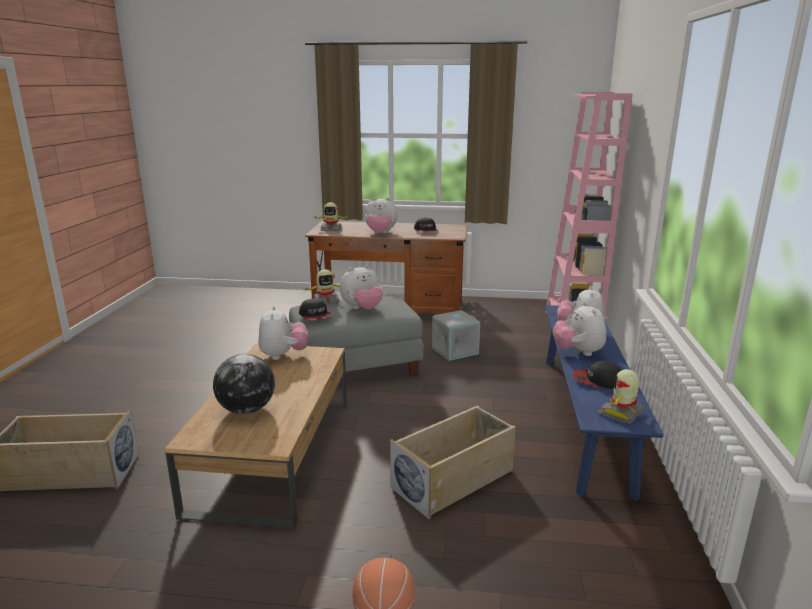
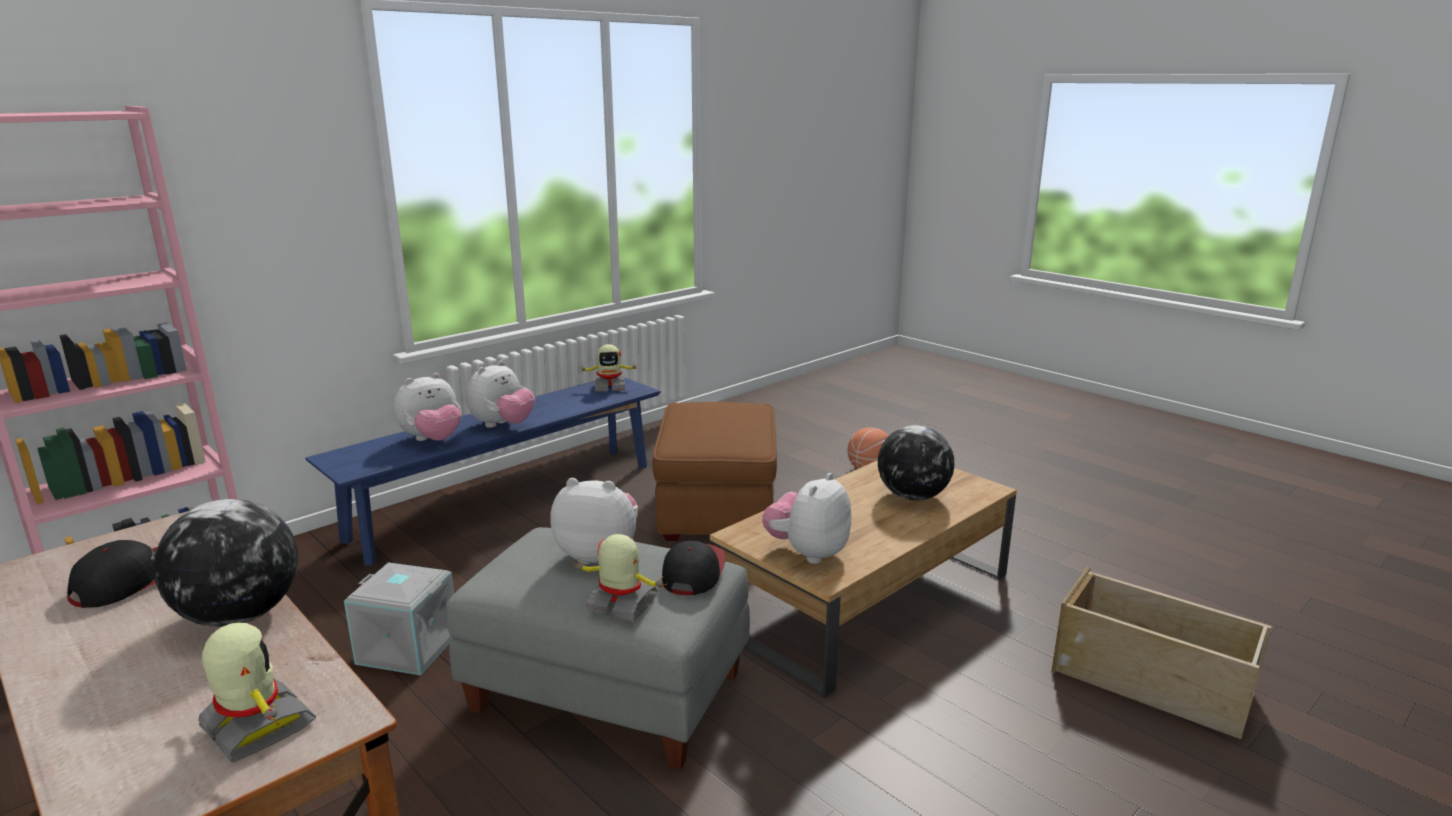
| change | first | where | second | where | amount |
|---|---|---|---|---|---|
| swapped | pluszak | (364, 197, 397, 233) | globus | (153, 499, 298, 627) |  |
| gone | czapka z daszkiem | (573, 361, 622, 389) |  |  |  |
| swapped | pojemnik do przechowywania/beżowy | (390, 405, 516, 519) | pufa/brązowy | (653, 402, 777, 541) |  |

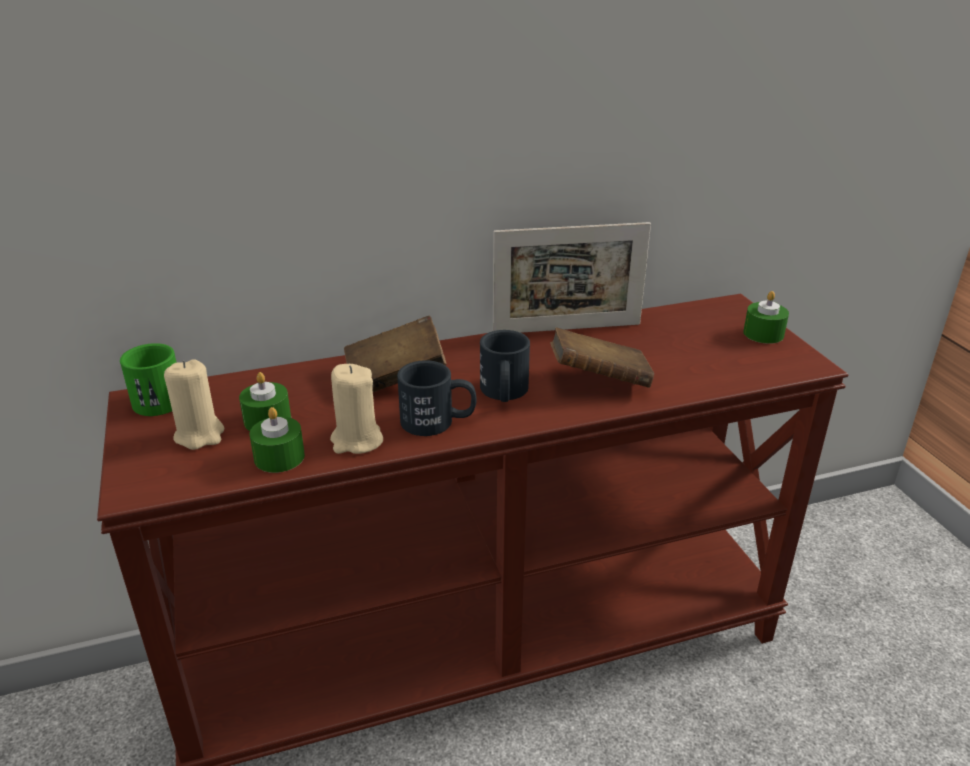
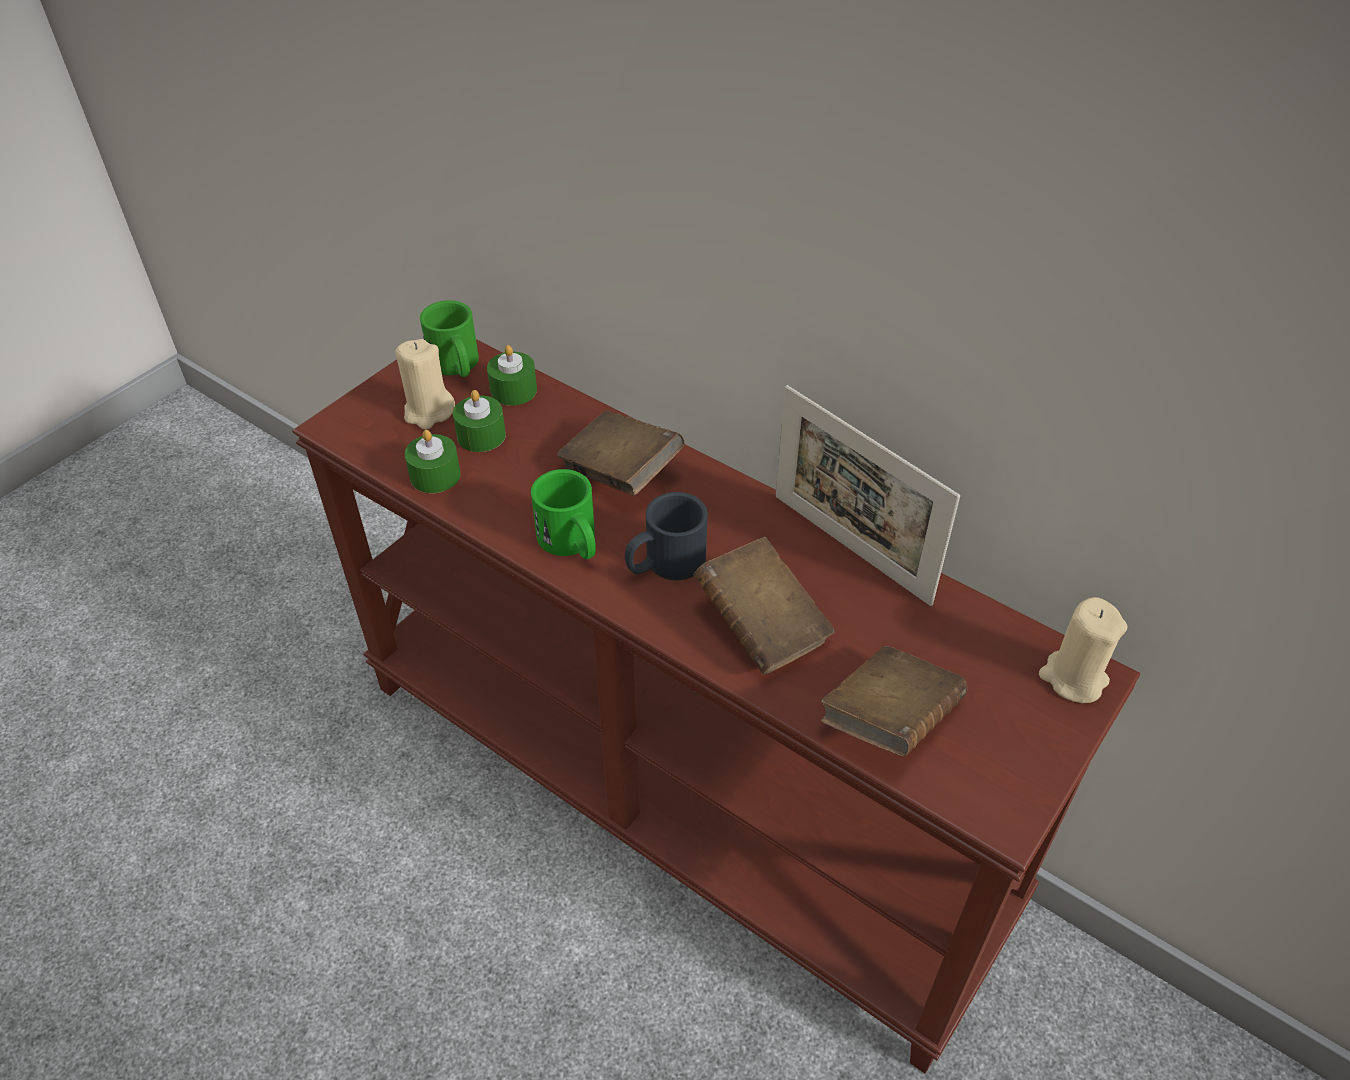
| change | first | where | second | where | amount |
|---|---|---|---|---|---|
| shifted | świeca/zielony | (743, 291, 789, 344) |  | (487, 345, 537, 406) |  |
| repainted | kubek/czarny | (397, 360, 476, 436) | kubek/zielony | (531, 469, 596, 559) |  |
| shifted | świeca/beżowy | (330, 364, 383, 454) |  | (1039, 597, 1128, 703) |  |
| new |  |  | książka/brązowy | (821, 646, 967, 756) |  |

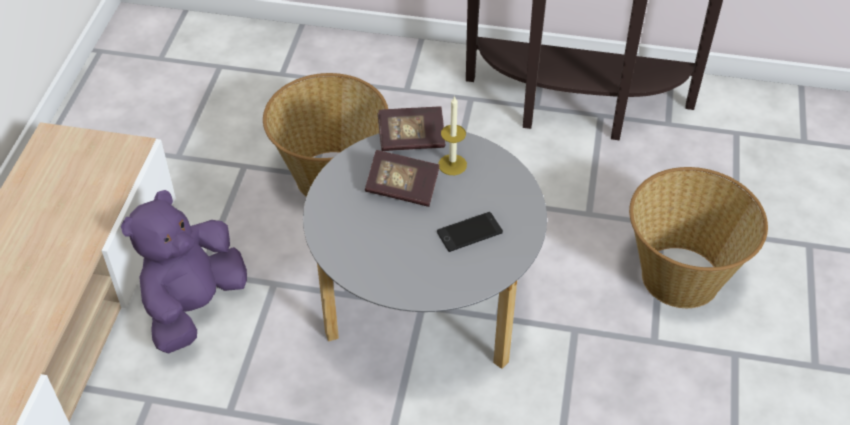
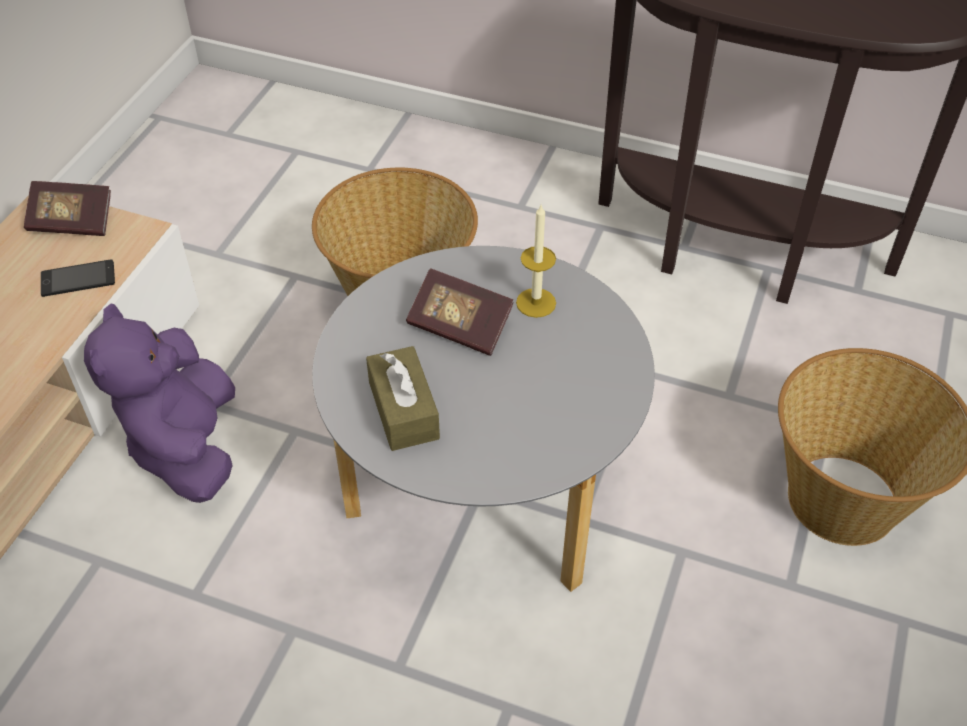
| change | first | where | second | where | amount |
|---|---|---|---|---|---|
| shifted | książka | (378, 106, 445, 151) |  | (24, 181, 111, 236) |  |
| rotated | pluszak/fioletowy | (121, 190, 247, 354) |  | (84, 304, 235, 503) | 45 degrees counterclockwise |
| shifted | telefon | (437, 212, 503, 252) |  | (41, 259, 115, 297) |  |
| new |  |  | pudełko chusteczek/brązowy | (366, 346, 440, 451) |  |

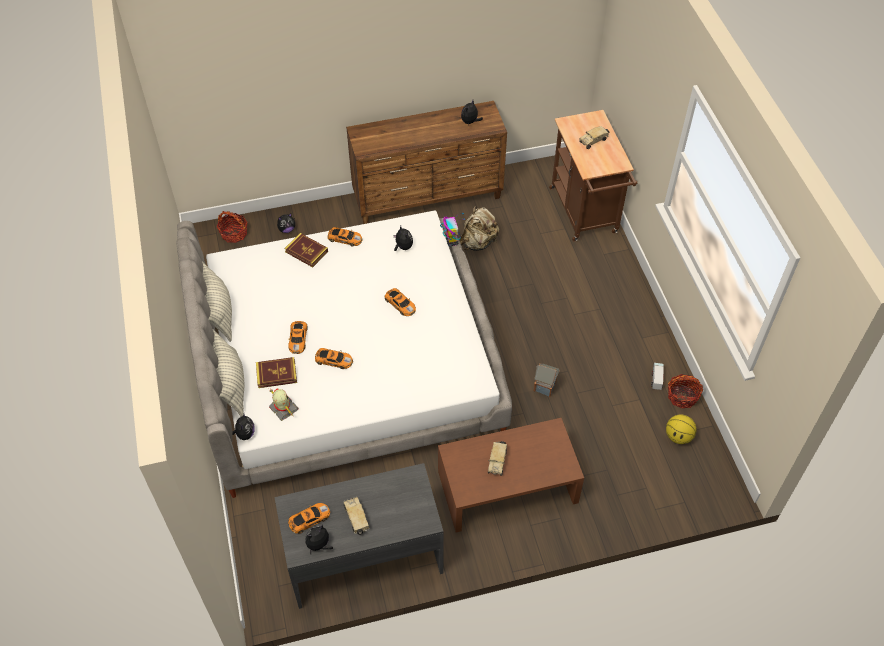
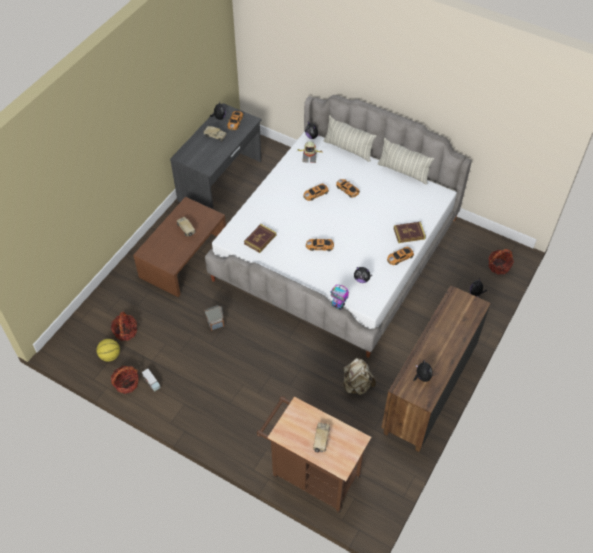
| change | first | where | second | where | amount |
|---|---|---|---|---|---|
| shifted | książka | (256, 357, 297, 388) |  | (244, 224, 276, 253) |  |
| new |  |  | koszyk | (111, 312, 137, 341) |  |

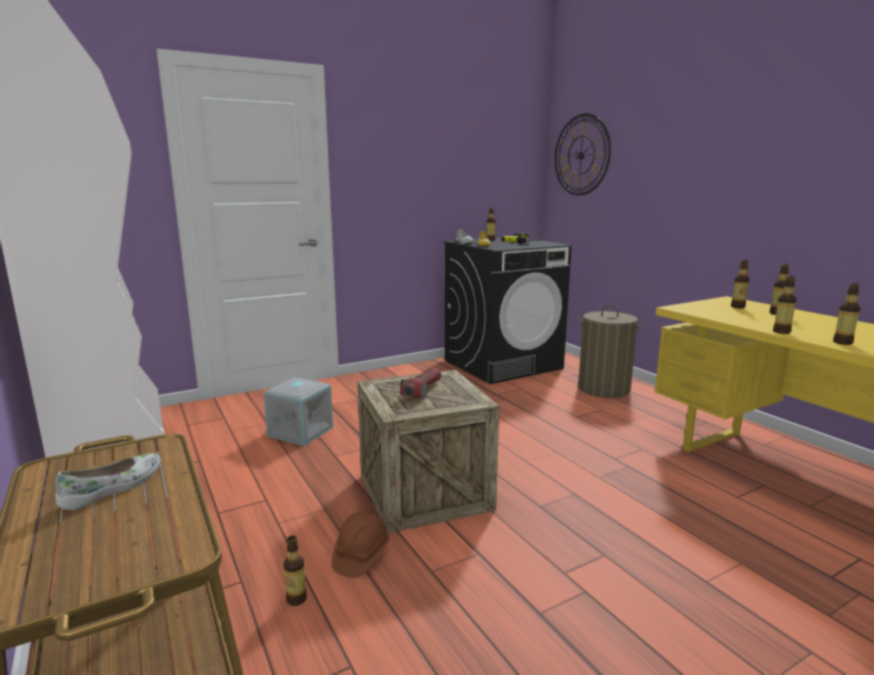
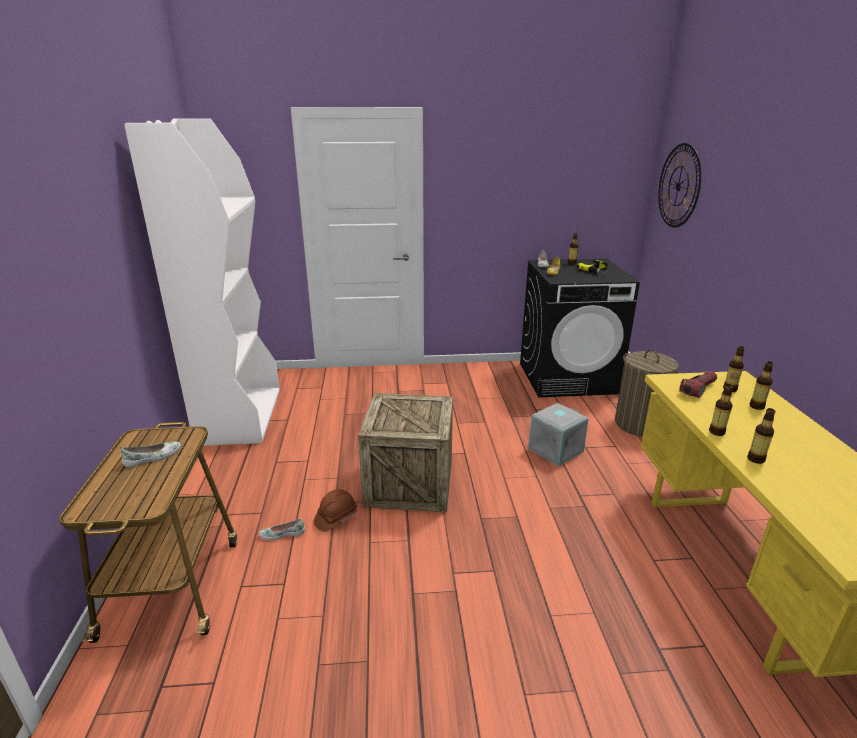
| change | first | where | second | where | amount |
|---|---|---|---|---|---|
| shifted | latarka | (400, 368, 442, 399) |  | (679, 371, 717, 398) |  |
| shifted | pojemnik do przechowywania/szary | (263, 378, 333, 446) |  | (528, 403, 589, 466) |  |
| swapped | butelka | (284, 536, 307, 606) | but/biały | (259, 519, 305, 540) |  |

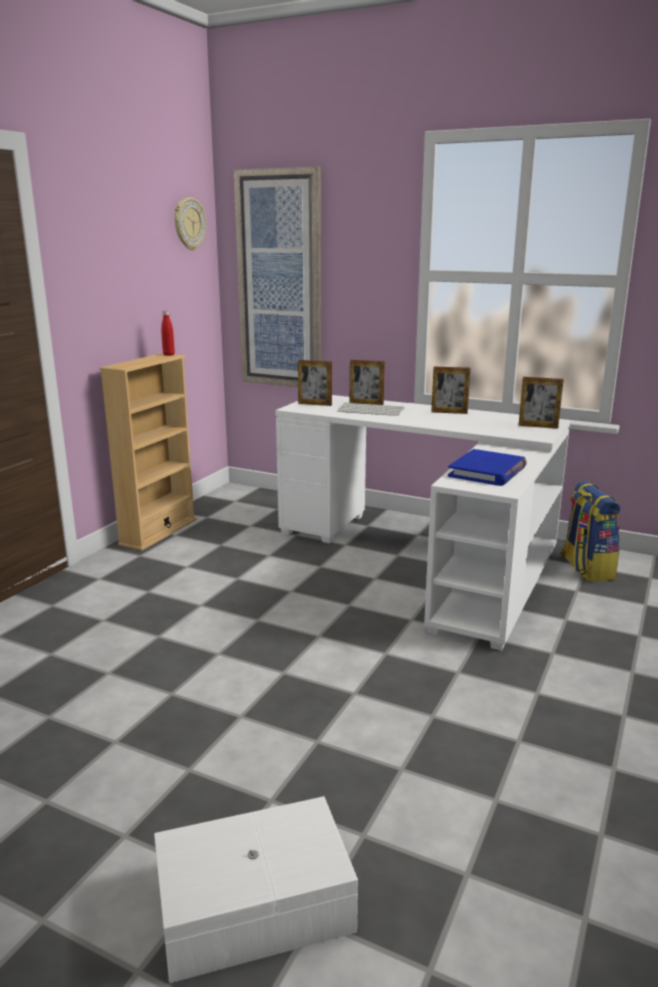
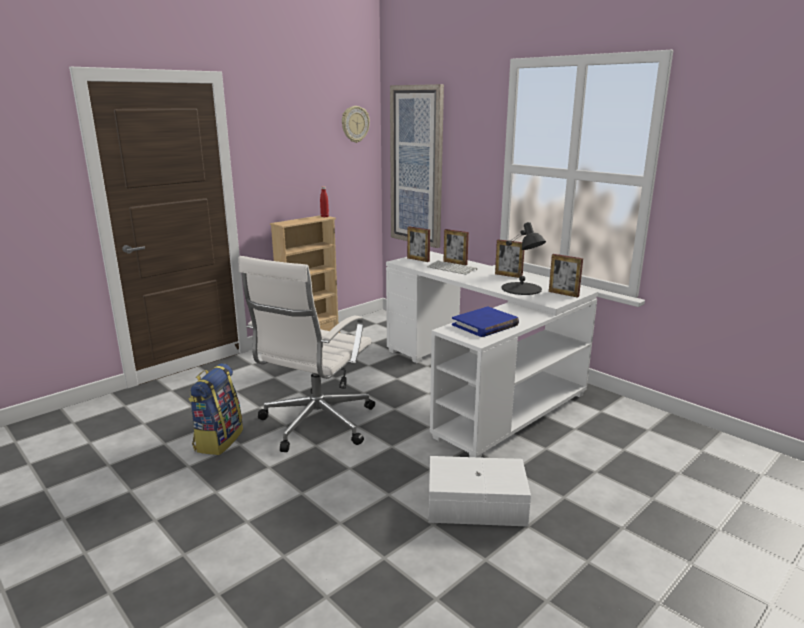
| change | first | where | second | where | amount |
|---|---|---|---|---|---|
| shifted | plecak | (560, 481, 621, 581) |  | (188, 363, 243, 455) |  |
| shifted | pojemnik do przechowywania/biały | (154, 796, 358, 983) |  | (429, 456, 531, 527) |  |
| new |  |  | lampa stołowa/czarny | (501, 222, 546, 295) |  |
| new |  |  | krzesło biurowe/biały | (238, 256, 375, 452) |  |

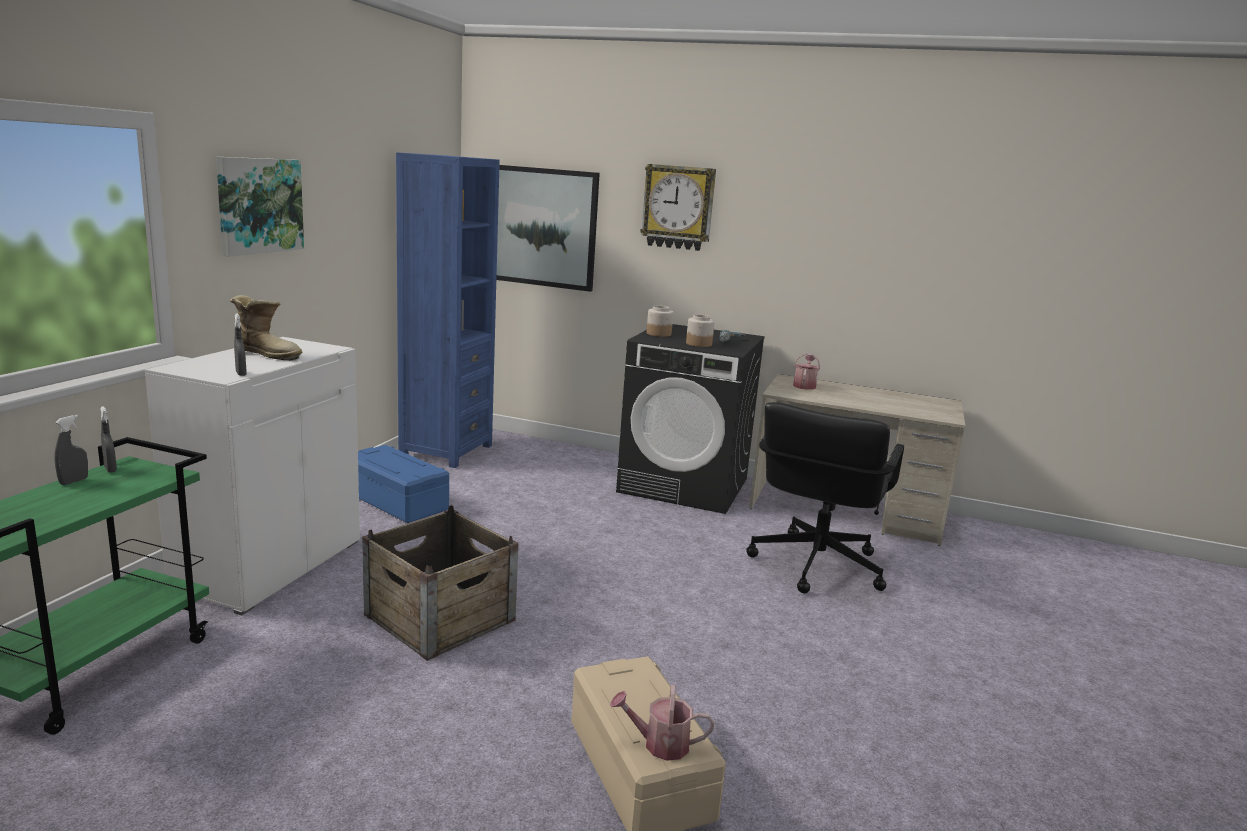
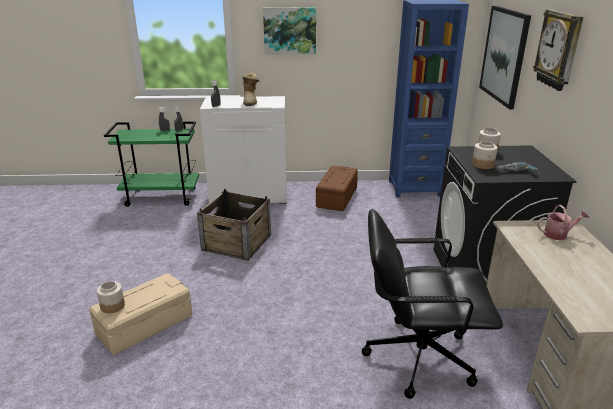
| change | first | where | second | where | amount |
|---|---|---|---|---|---|
| repainted | pojemnik do przechowywania/niebieski | (358, 445, 449, 523) | pojemnik do przechowywania/brązowy | (316, 166, 358, 211) |  |
| swapped | konewka | (610, 685, 714, 761) | słoik | (97, 281, 125, 313) |  |

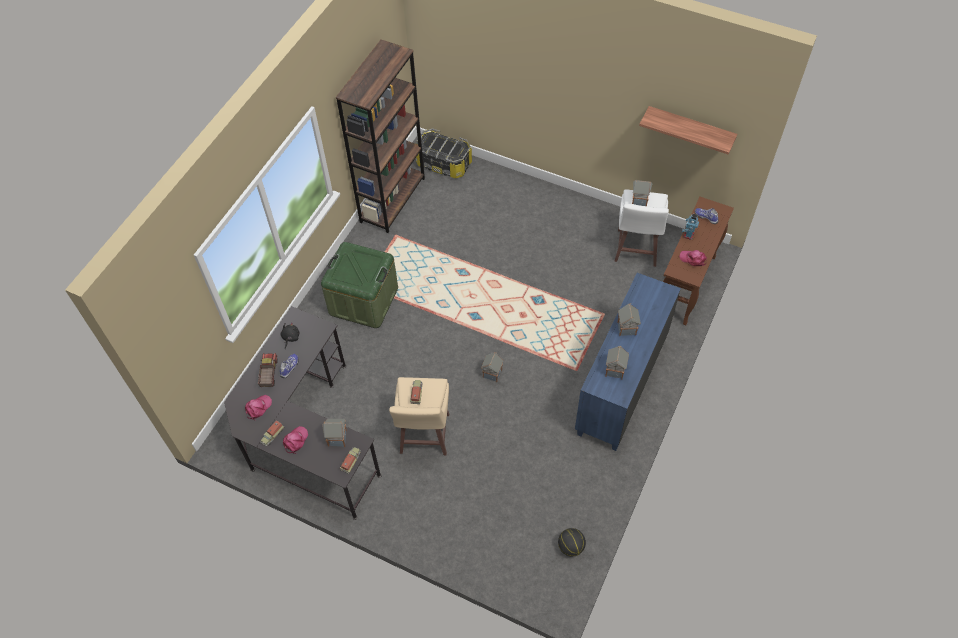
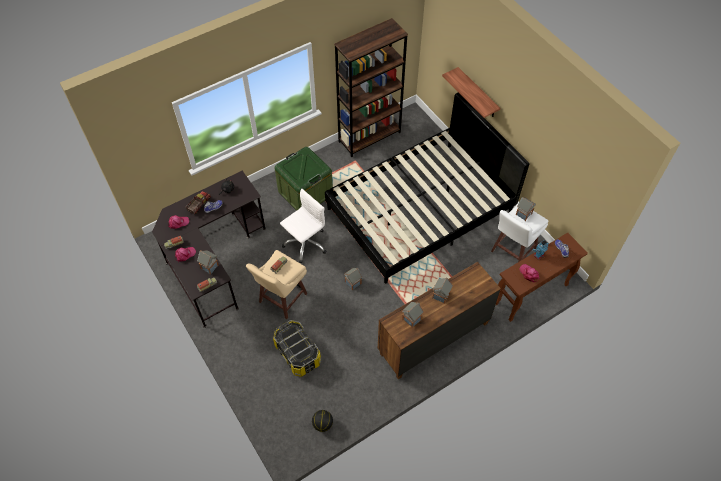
| change | first | where | second | where | amount |
|---|---|---|---|---|---|
| shifted | półka | (639, 106, 737, 155) |  | (442, 67, 500, 118) |  |
| shifted | pojemnik do przechowywania | (415, 128, 472, 178) |  | (273, 320, 321, 377) |  |
| repainted | komoda/niebieski | (575, 273, 681, 451) | komoda/brązowy | (378, 262, 501, 379) |  |
| new |  |  | łóżko/czarny | (325, 93, 530, 283) |  |
| new |  |  | krzesło biurowe/biały | (280, 189, 327, 263) |  |

